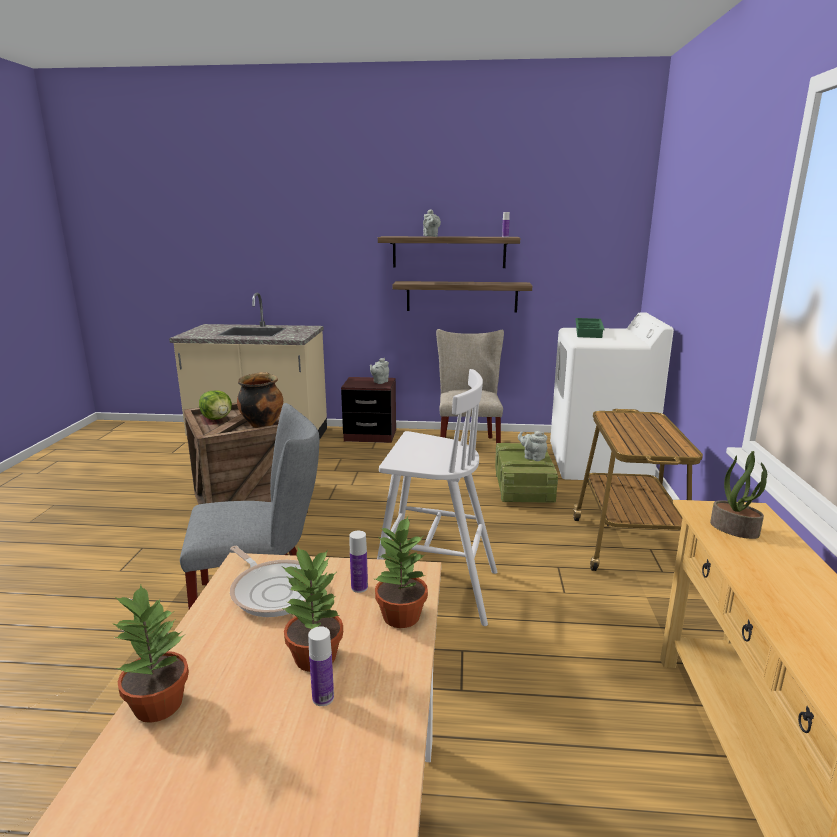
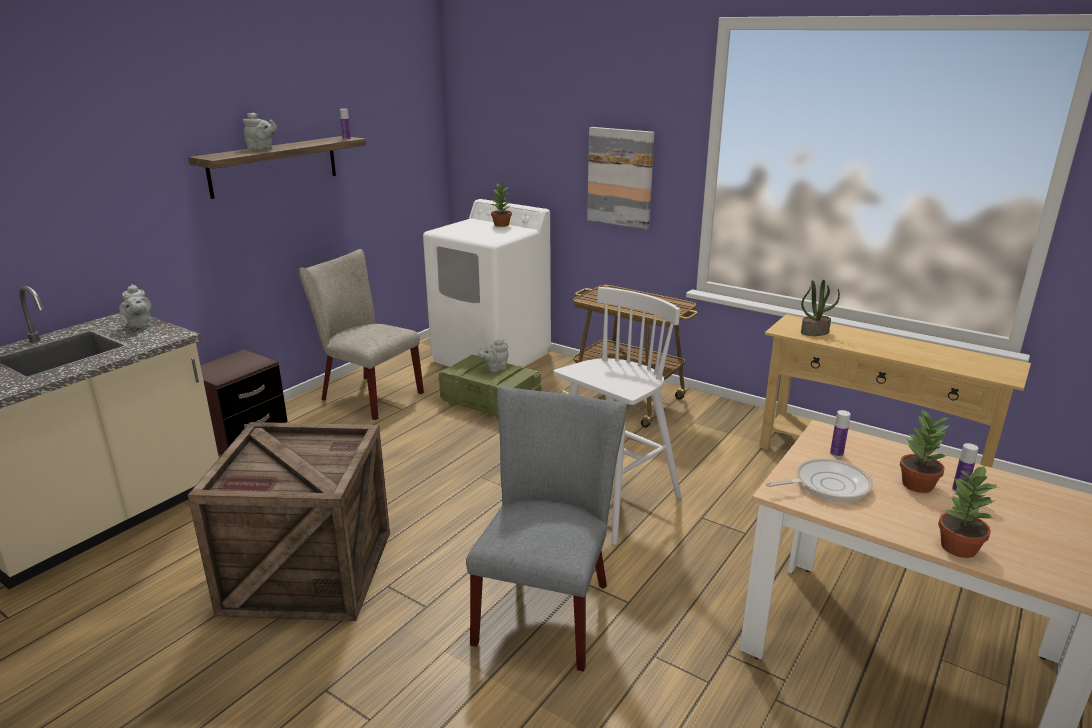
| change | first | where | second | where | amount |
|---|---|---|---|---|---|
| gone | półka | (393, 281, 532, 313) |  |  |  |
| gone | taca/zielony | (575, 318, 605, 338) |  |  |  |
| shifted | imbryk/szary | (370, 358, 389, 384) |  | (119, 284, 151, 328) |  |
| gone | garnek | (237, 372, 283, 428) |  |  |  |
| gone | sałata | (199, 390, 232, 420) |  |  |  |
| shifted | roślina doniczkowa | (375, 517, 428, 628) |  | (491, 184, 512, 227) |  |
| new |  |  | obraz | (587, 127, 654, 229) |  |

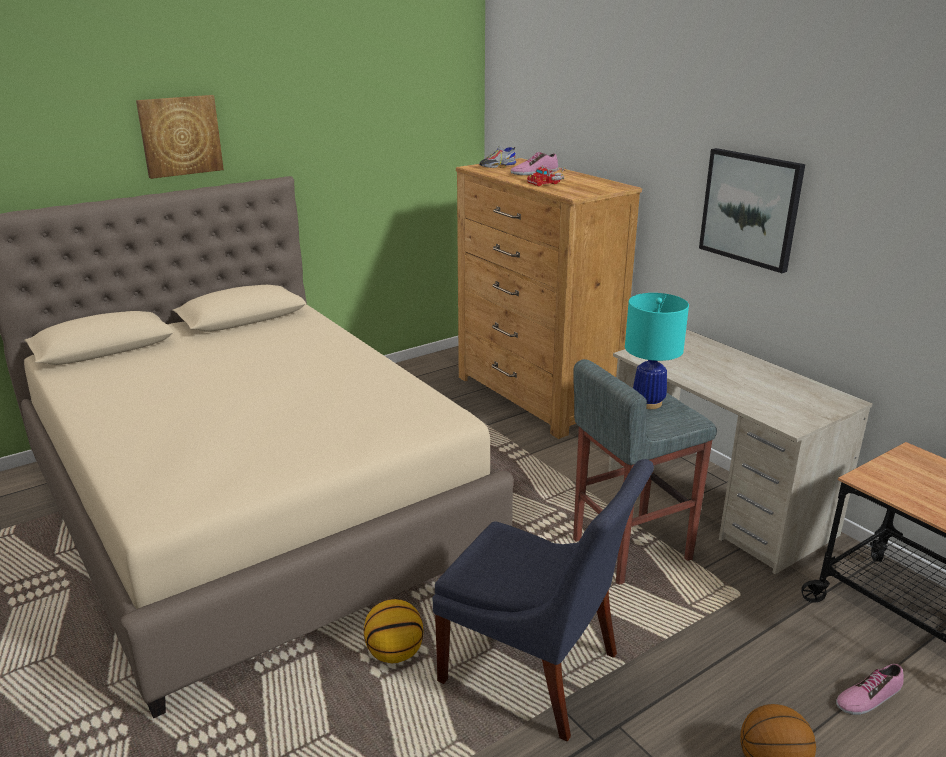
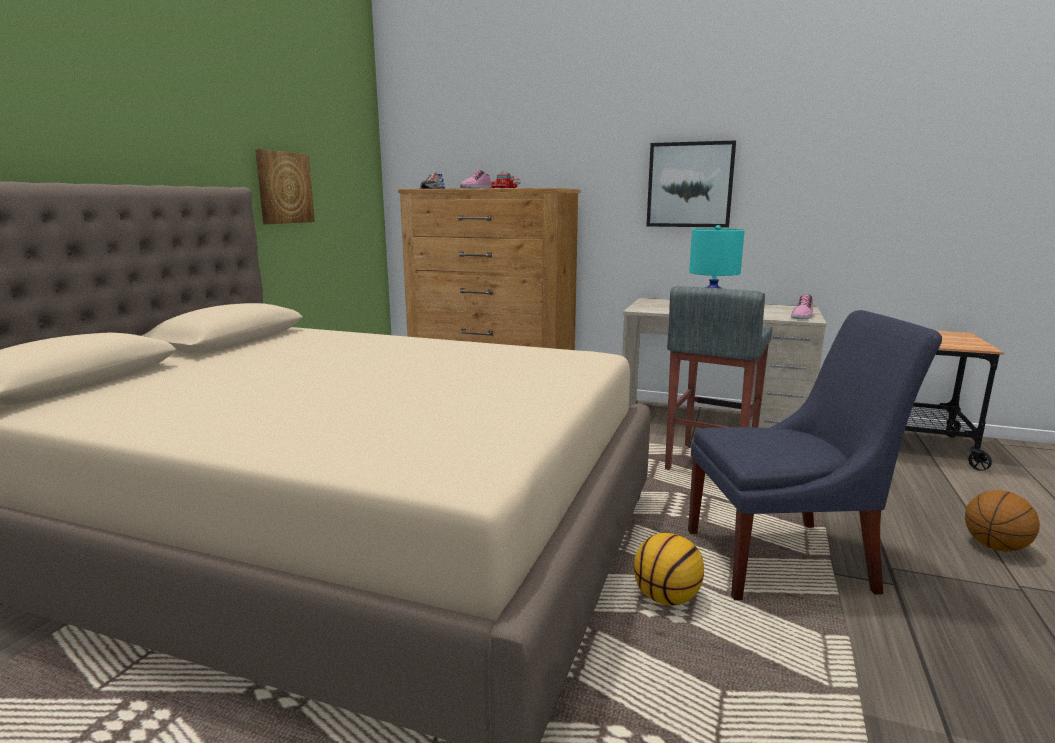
| change | first | where | second | where | amount |
|---|---|---|---|---|---|
| shifted | obraz | (136, 95, 224, 179) |  | (255, 149, 315, 224) |  |
| shifted | but | (836, 664, 904, 715) |  | (791, 294, 813, 319) |  |

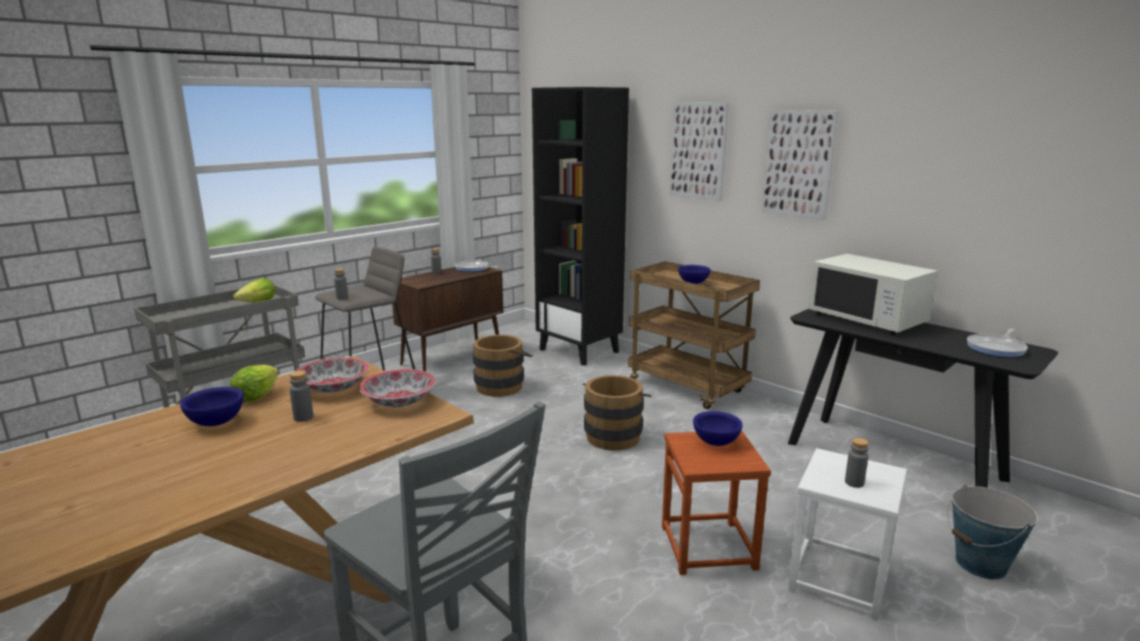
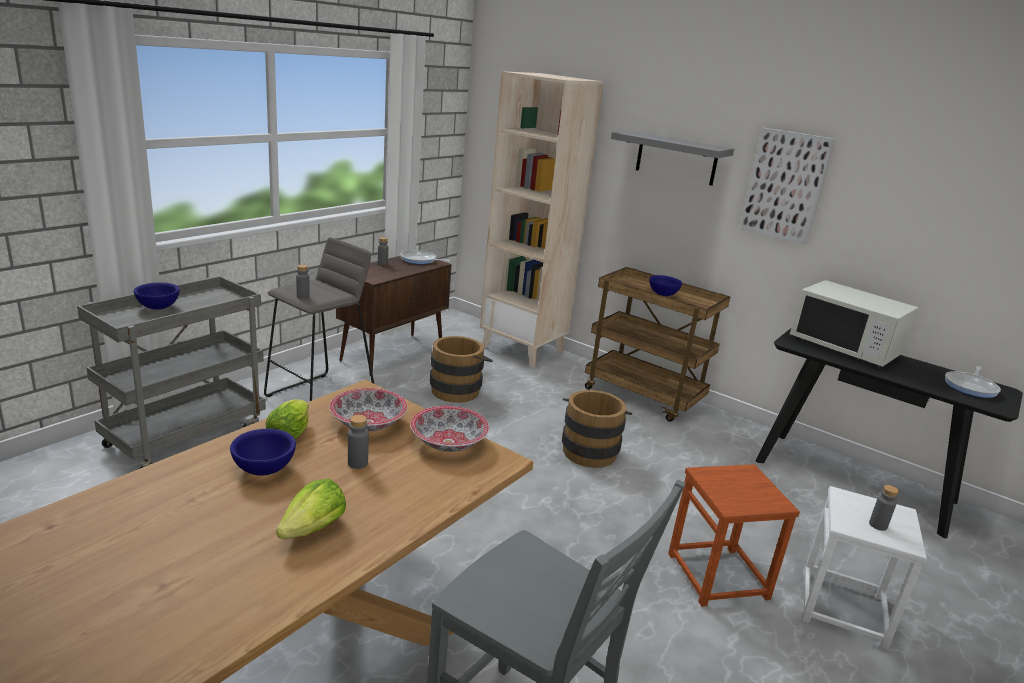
| change | first | where | second | where | amount |
|---|---|---|---|---|---|
| repainted | regał/czarny | (532, 87, 629, 366) | regał/beżowy | (480, 71, 604, 367) |  |
| swapped | obraz | (670, 102, 729, 201) | półka/szary | (611, 131, 734, 186) |  |
| shifted | sałata | (233, 278, 275, 302) |  | (276, 479, 346, 539) |  |
| shifted | miska/niebieski | (693, 411, 743, 446) |  | (134, 283, 180, 310) |  |
| gone | wiadro | (947, 484, 1038, 579) |  |  |  |

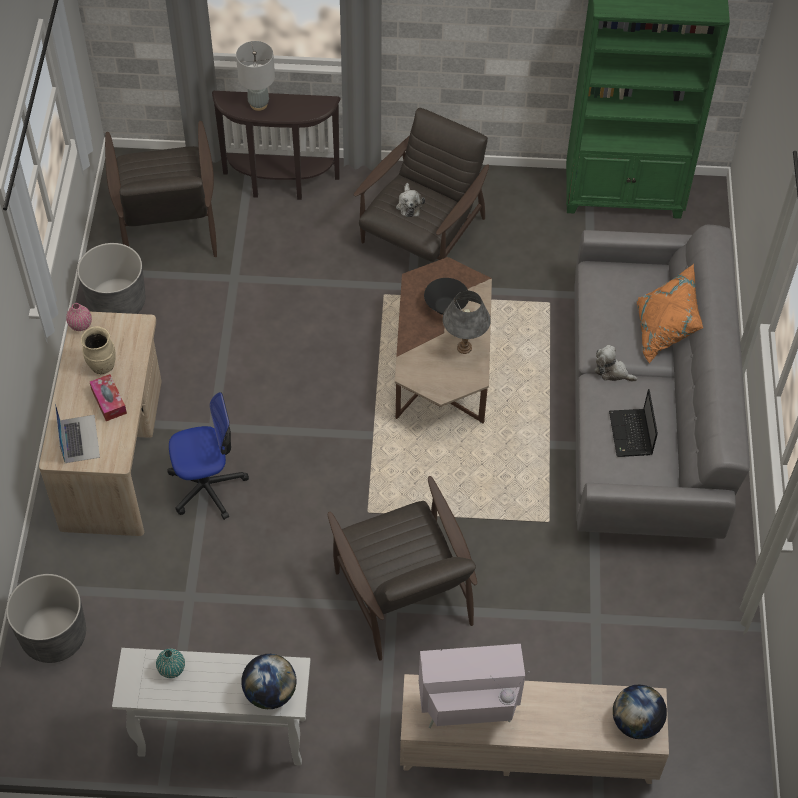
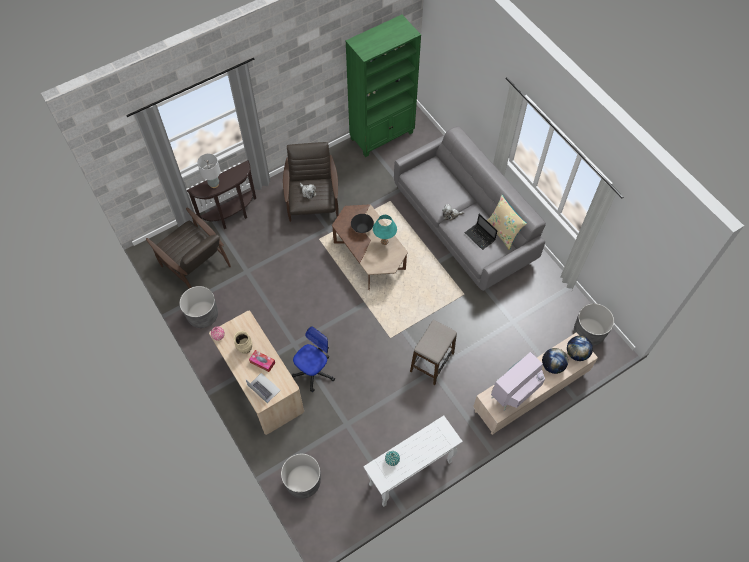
| change | first | where | second | where | amount |
|---|---|---|---|---|---|
| gone | poduszka/pomarańczowy | (636, 264, 703, 363) |  |  |  |
| repainted | lampa stołowa/szary | (443, 290, 491, 354) | lampa stołowa/turkusowy | (373, 215, 397, 245) |  |
| swapped | fotel/brązowy | (328, 476, 477, 661) | stołek | (410, 320, 457, 385) |  |
| shifted | globus | (241, 654, 296, 709) |  | (542, 348, 568, 374) |  |
| new |  |  | poduszka/beżowy | (487, 195, 527, 250) |  |
| new |  |  | donica/szary | (574, 303, 614, 346) |  |

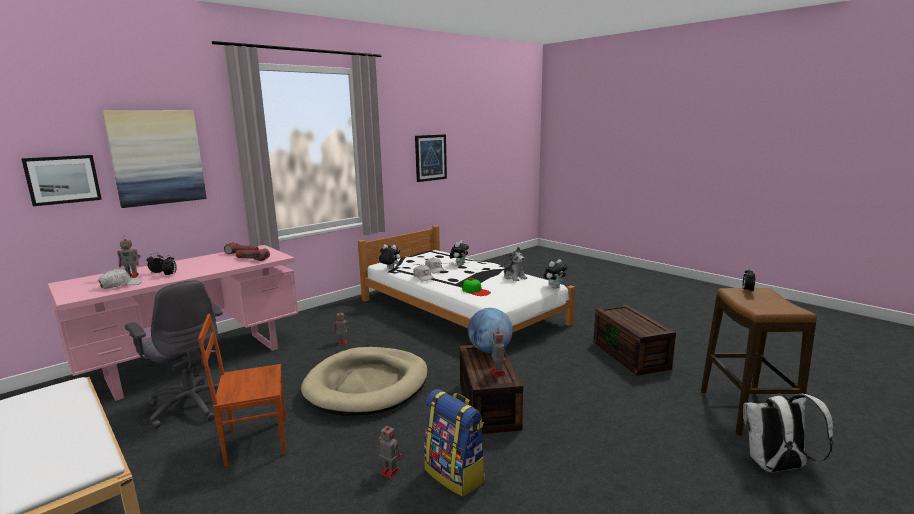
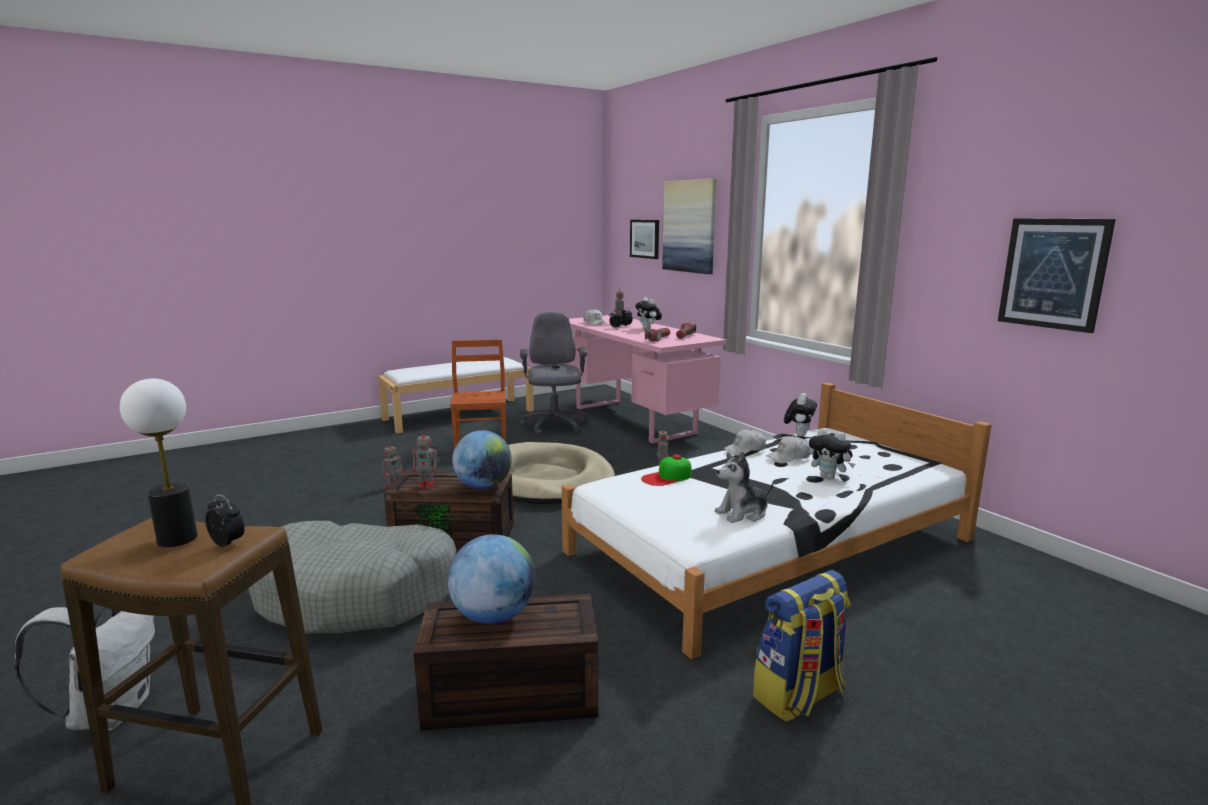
| change | first | where | second | where | amount |
|---|---|---|---|---|---|
| shifted | pluszak | (544, 259, 568, 289) |  | (635, 297, 662, 330) |  |
| rotated | krzesło biurowe/szary | (125, 280, 223, 429) |  | (520, 312, 587, 436) | 120 degrees clockwise |
| shifted | plecak | (424, 389, 485, 496) |  | (753, 570, 850, 722) |  |
| new |  |  | lampa stołowa | (120, 378, 198, 547) |  |
| new |  |  | legowisko/szary | (248, 521, 456, 634) |  |
| new |  |  | globus | (448, 534, 536, 624) |  |

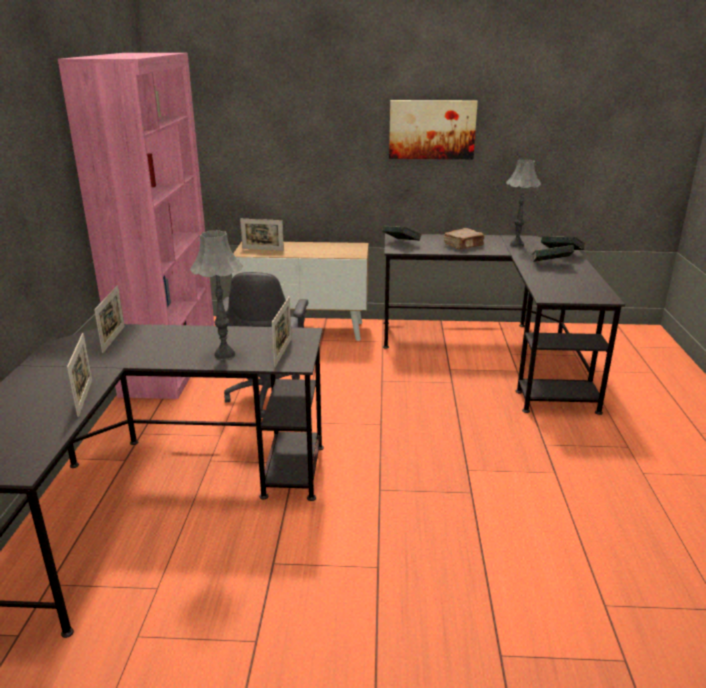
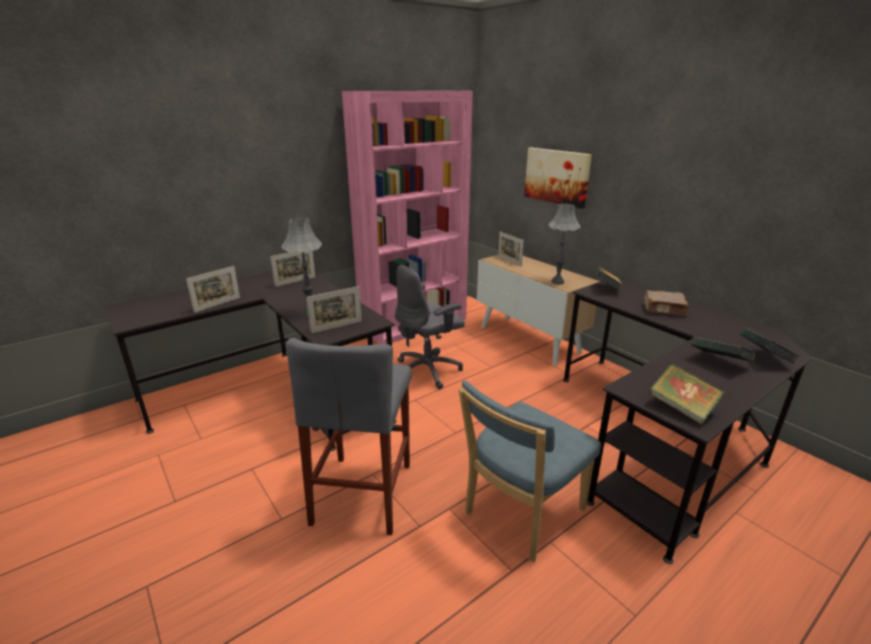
| change | first | where | second | where | amount |
|---|---|---|---|---|---|
| shifted | obraz | (389, 100, 478, 159) |  | (524, 148, 592, 209) |  |
| shifted | lampa stołowa/szary | (506, 159, 541, 248) |  | (548, 204, 581, 284) |  |
| new |  |  | stołek/szary | (286, 338, 412, 535) |  |
| new |  |  | książka | (649, 363, 725, 425) |  |
| new |  |  | krzesło/niebieski | (458, 380, 601, 562) |  |

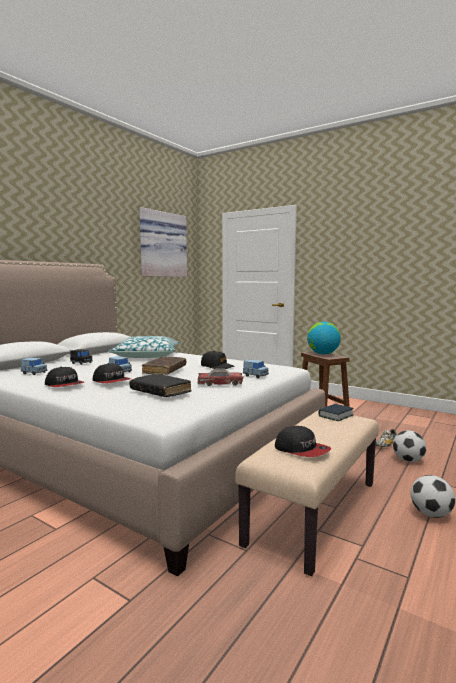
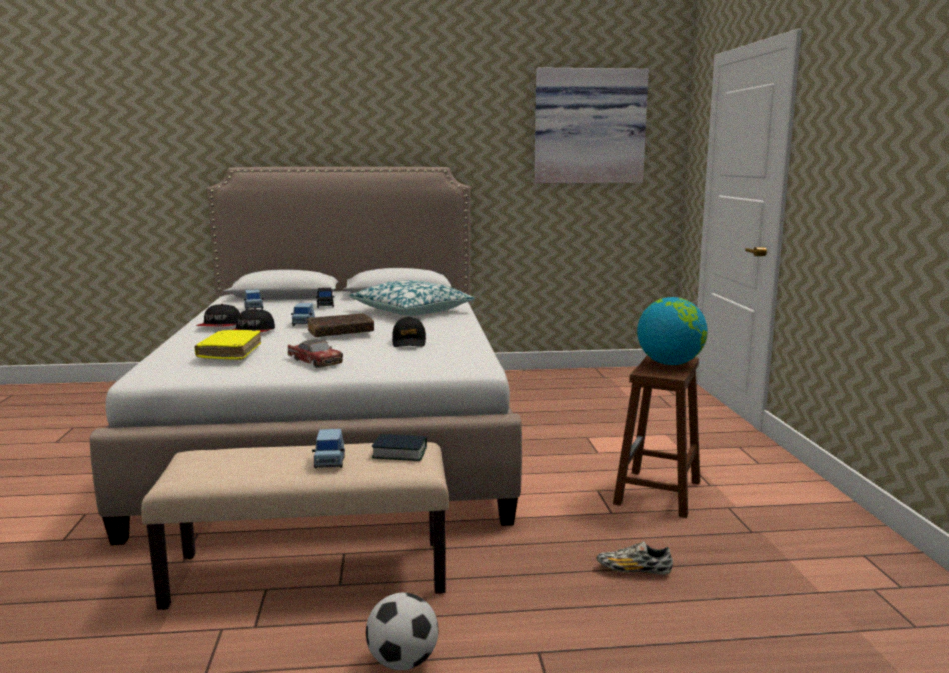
| change | first | where | second | where | amount |
|---|---|---|---|---|---|
| shifted | samochodzik/niebieski | (243, 359, 269, 378) |  | (312, 429, 345, 468) |  |
| repainted | książka/czarny | (130, 373, 192, 397) | książka/żółty | (195, 330, 261, 360) |  |
| gone | czapka z daszkiem | (275, 426, 332, 457) |  |  |  |
| gone | piłka futbolowa | (393, 430, 427, 462) |  |  |  |

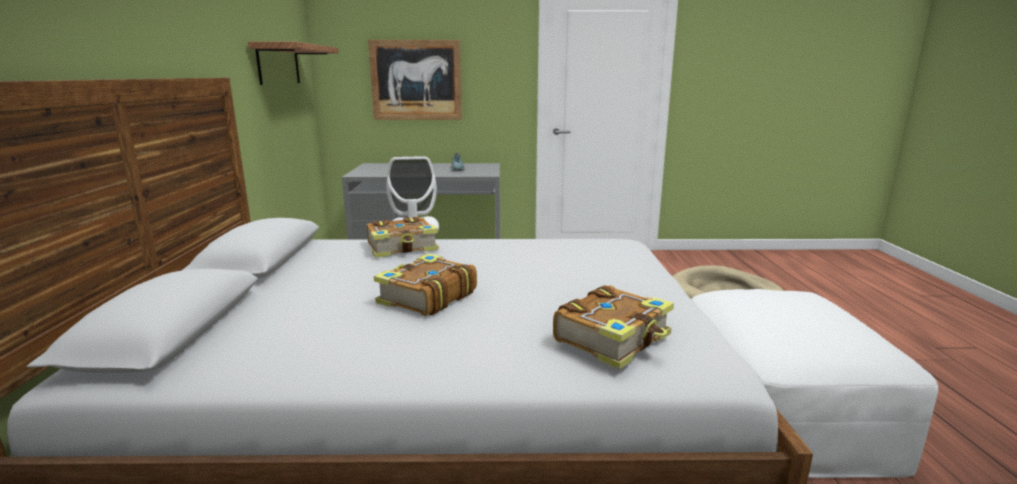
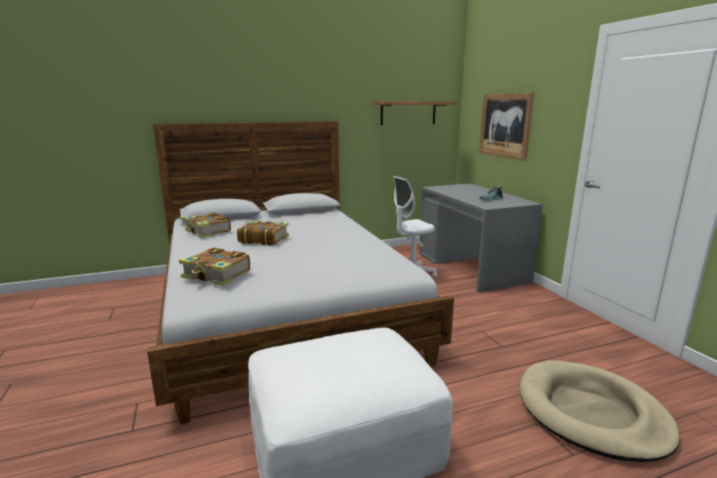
| change | first | where | second | where | amount |
|---|---|---|---|---|---|
| shifted | książka | (367, 217, 439, 258) |  | (183, 212, 231, 238) |  |

